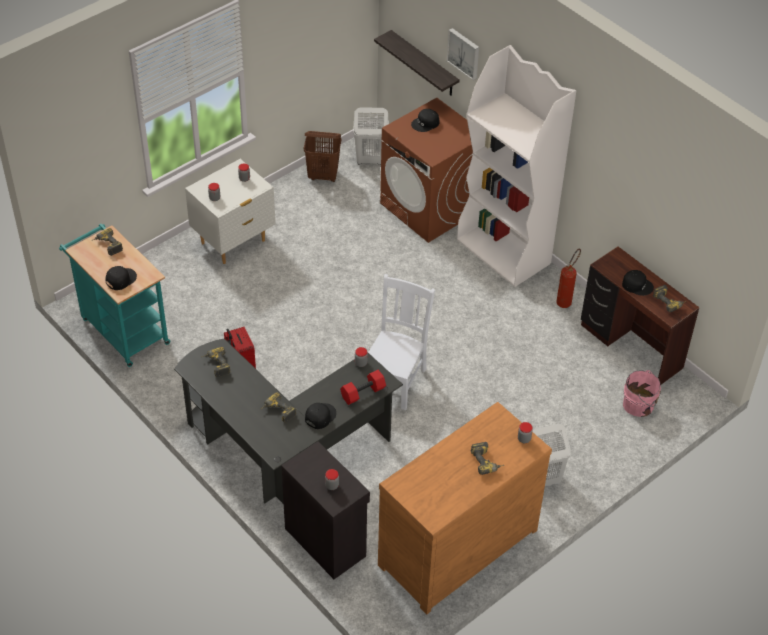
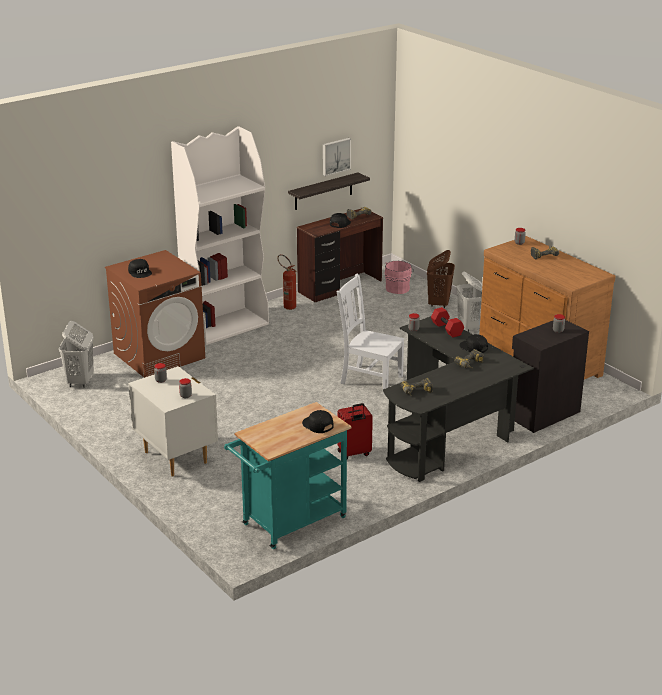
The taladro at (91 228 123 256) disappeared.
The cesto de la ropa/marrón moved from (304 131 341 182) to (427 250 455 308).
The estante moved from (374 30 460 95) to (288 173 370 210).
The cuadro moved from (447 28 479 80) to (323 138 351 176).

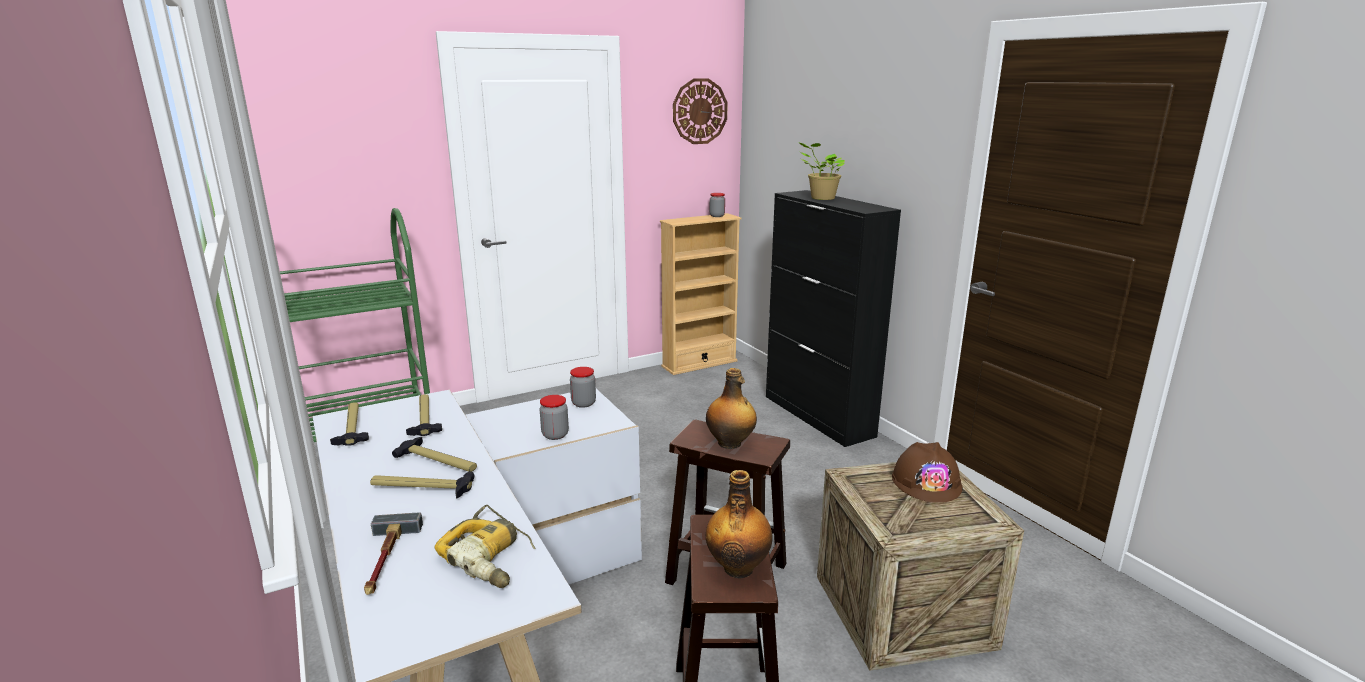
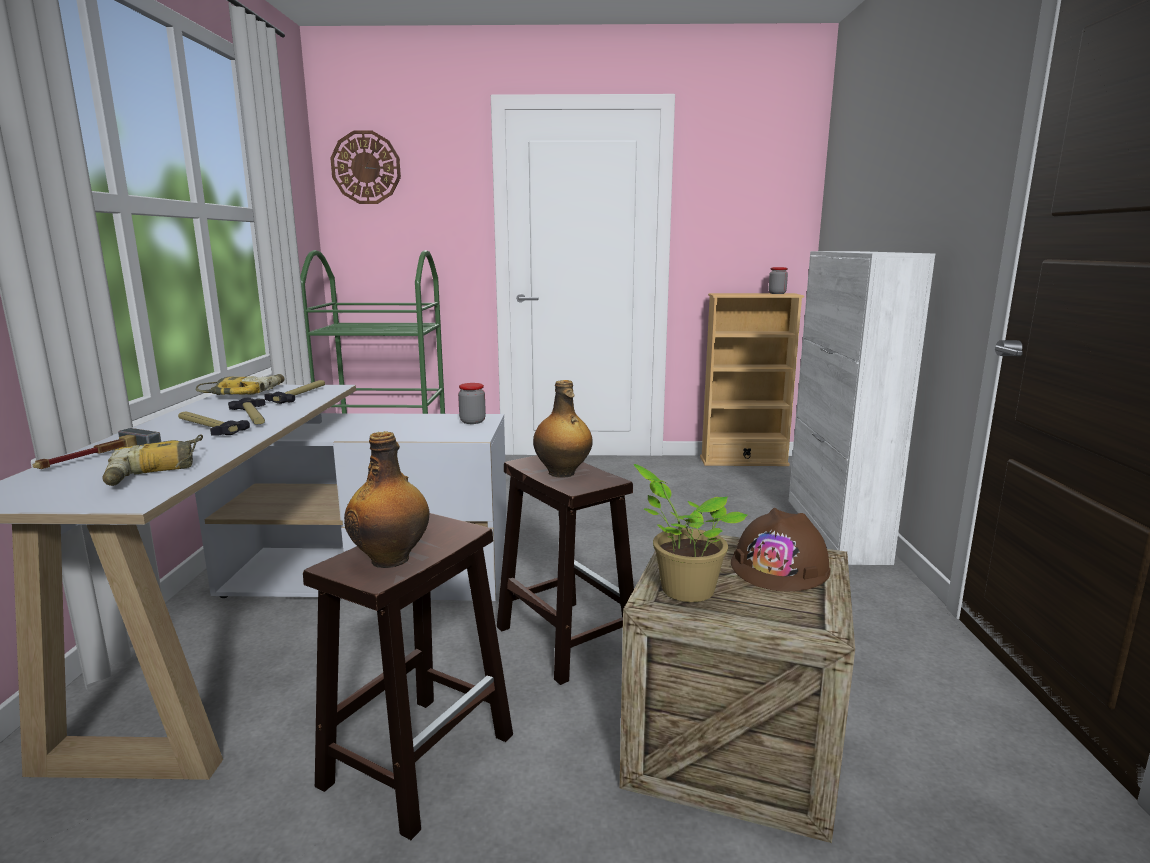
The martillo at (330 402 369 446) was replaced by the taladro at (196 374 285 395).
The tarro at (540 395 569 440) disappeared.
The reloj de pared moved from (673 78 728 144) to (330 130 401 204).
The armario/negro at (766 190 901 447) became the armario/blanco at (789 251 935 565).
The planta en maceta moved from (799 142 845 200) to (634 464 747 602).

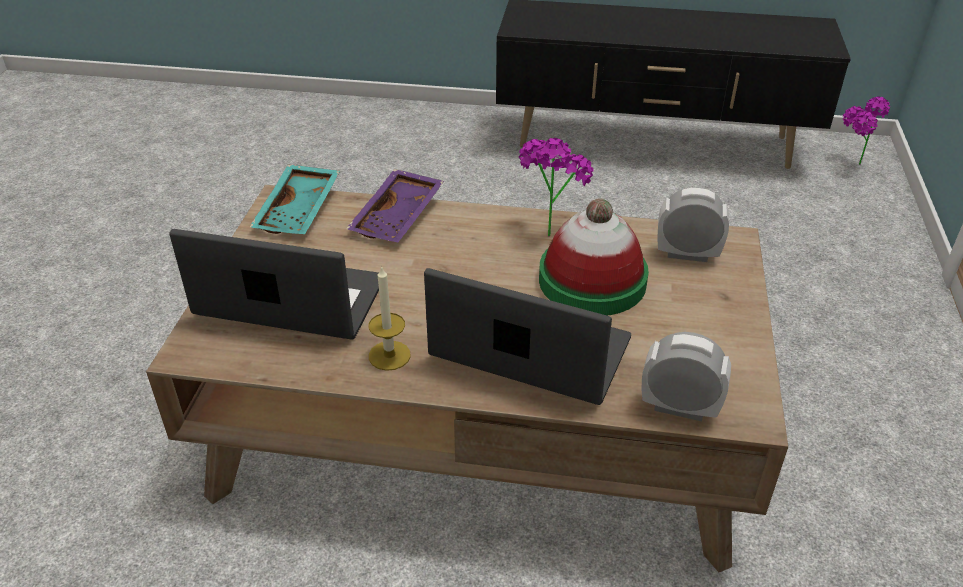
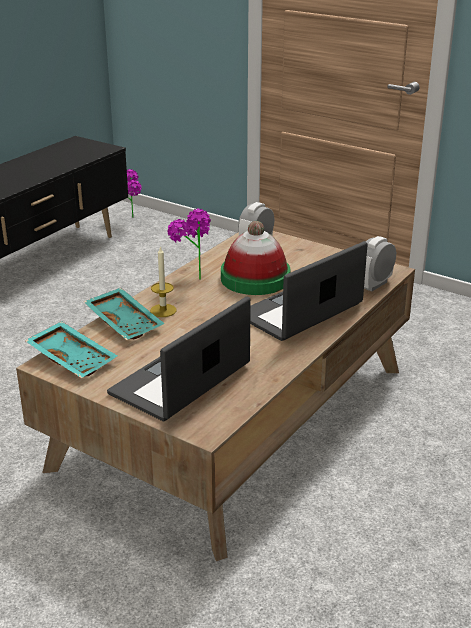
The bandeja/morado at (346 169 444 242) became the bandeja/turquesa at (84 288 165 340).
The vela moved from (369 266 411 371) to (150 246 176 317).

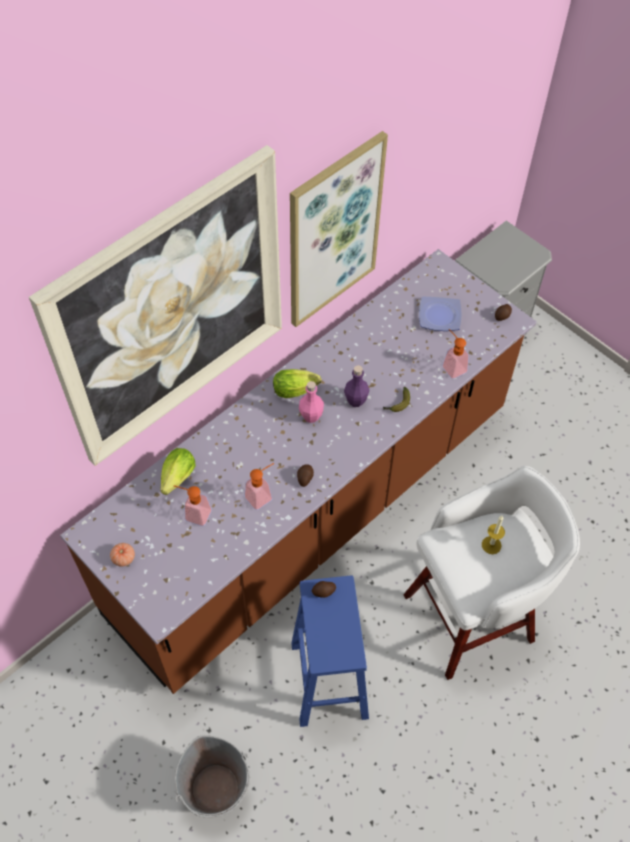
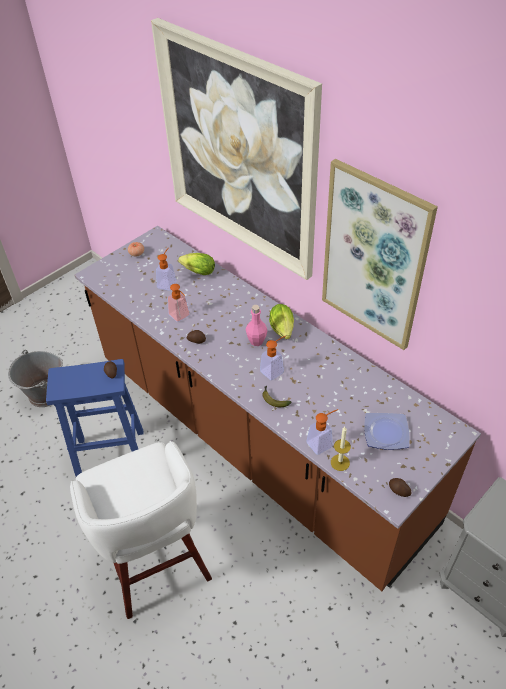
The botella/morado at (344 365 370 407) was replaced by the dispensador de jabón at (260 336 286 380).
The vela moved from (482 516 505 554) to (331 427 351 471).

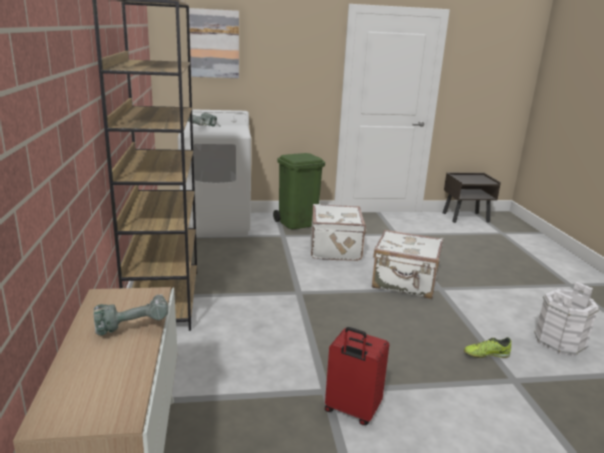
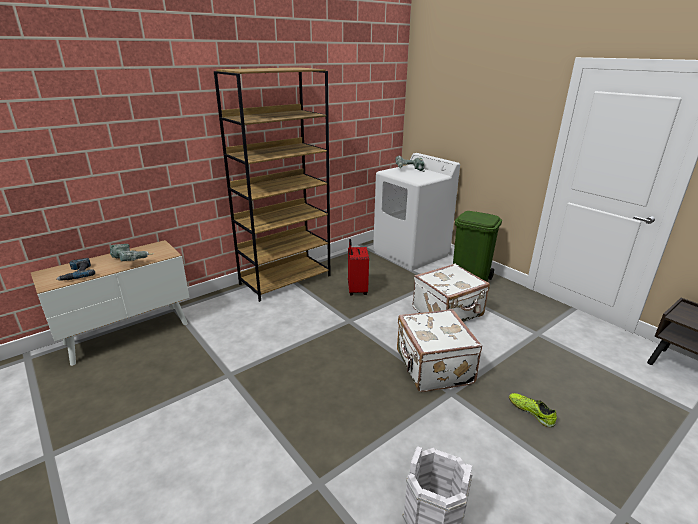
The cuadro at (189 8 239 78) disappeared.
The maleta/rojo moved from (325 327 389 425) to (348 239 369 295).
The zapato moved from (464 337 511 358) to (509 393 557 427).
The taladro at (57 258 95 281) appeared.

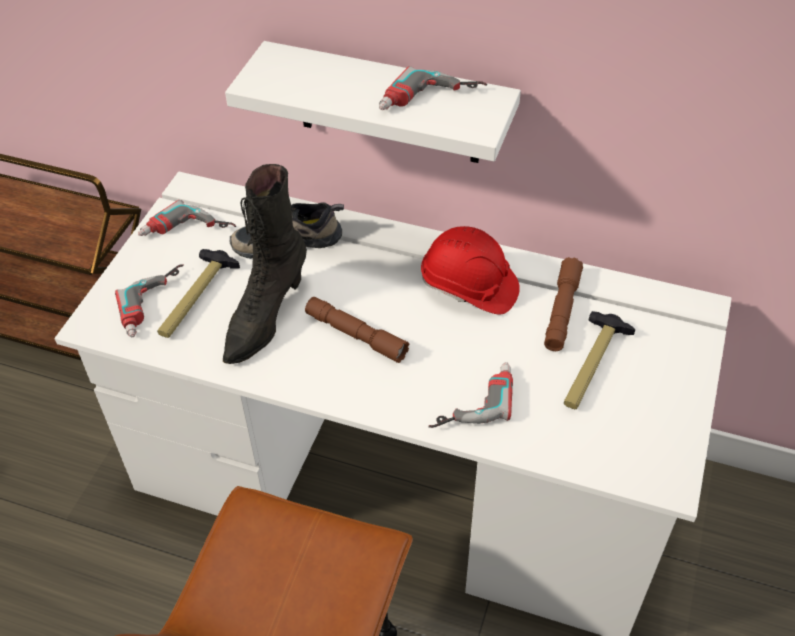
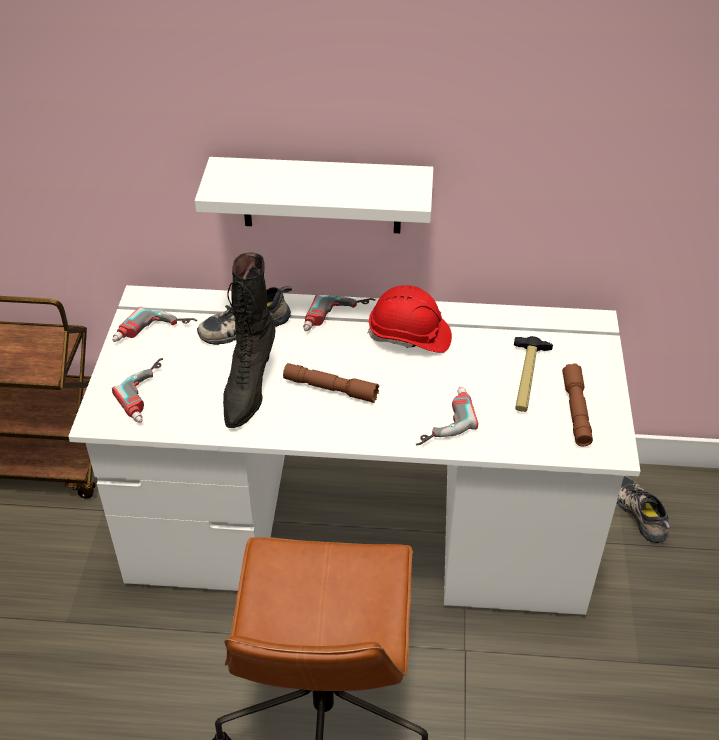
The martillo at (157 249 240 338) disappeared.
The taladro moved from (379 66 487 110) to (303 295 376 331).
The linterna/marrón moved from (544 257 583 351) to (562 363 593 446).
The zapato at (616 476 671 543) appeared.

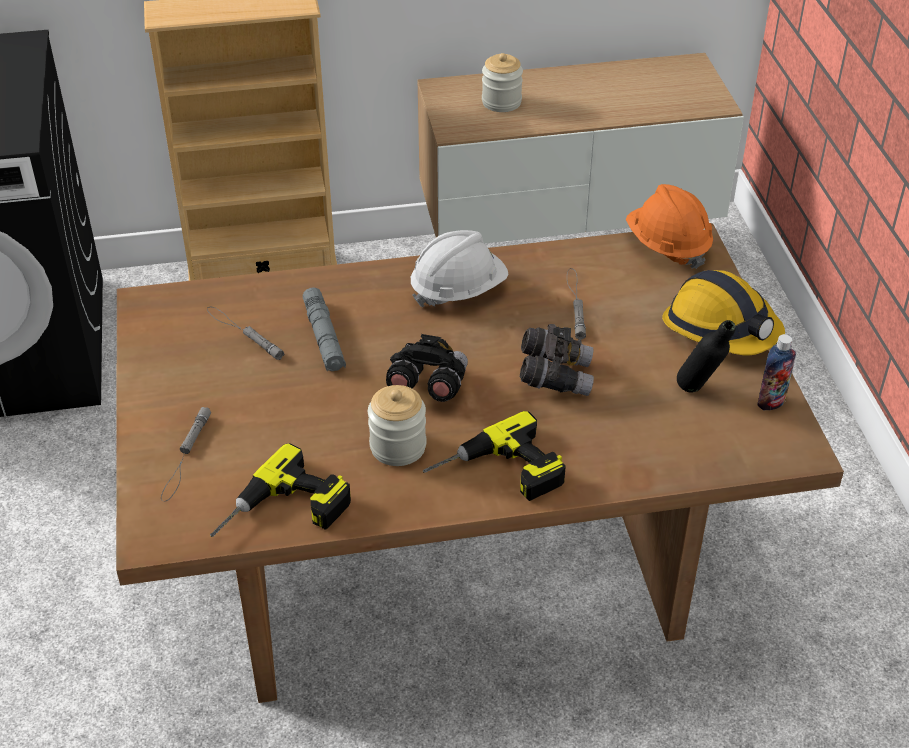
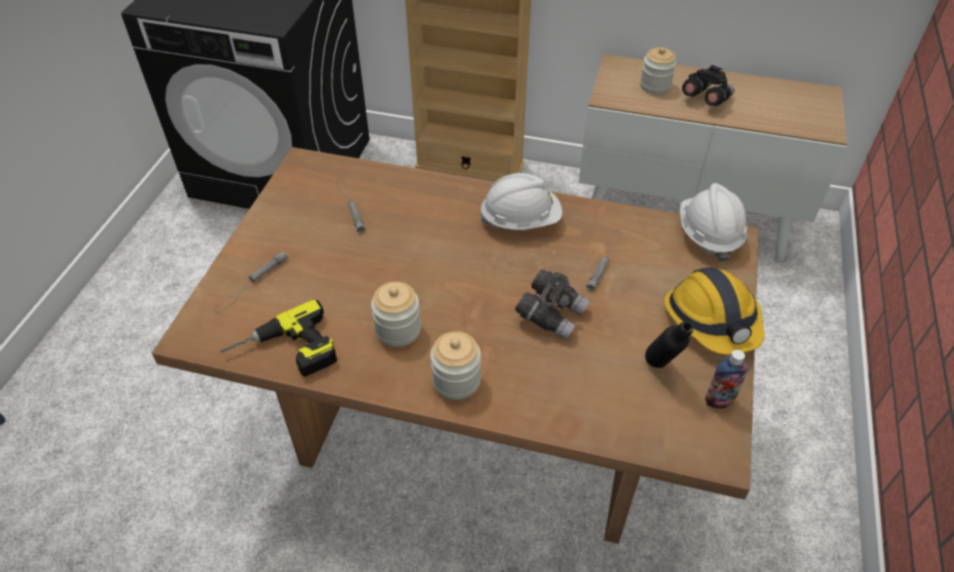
The linterna/gris at (303 287 346 371) disappeared.
The prismáticos/negro moved from (386 334 468 402) to (682 65 734 106).
The taladro at (423 411 566 501) was replaced by the tarro at (430 331 481 400).
The casco/naranja at (626 184 713 269) became the casco/blanco at (680 183 747 262).

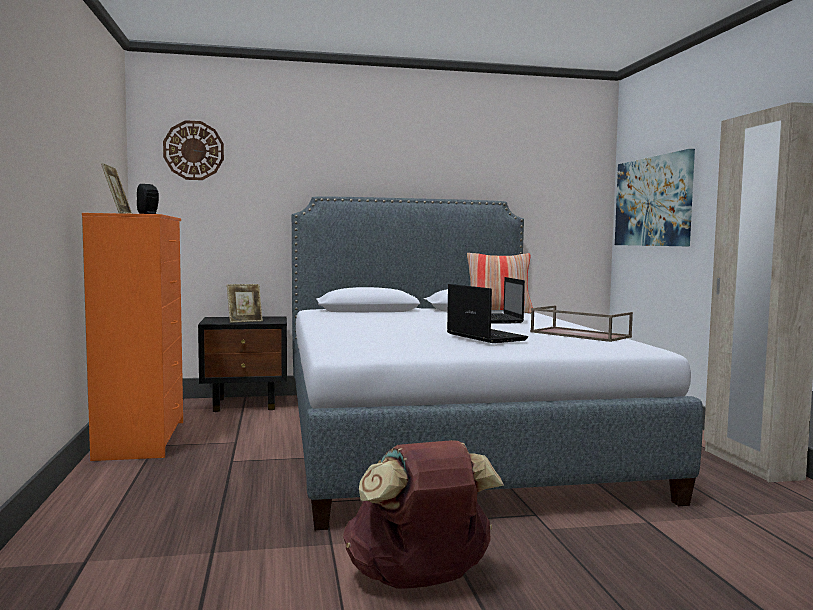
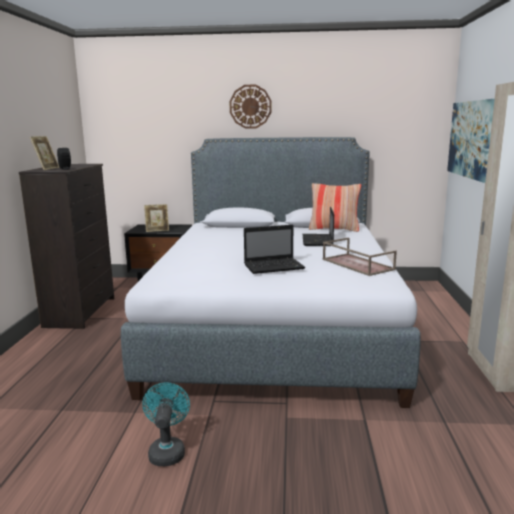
The cómoda/naranja at (82 213 183 461) became the cómoda/negro at (19 164 114 329).
The reloj de pared moved from (163 120 224 180) to (229 85 271 129).
The mochila/marrón at (343 440 504 589) was replaced by the ventilador/turquesa at (142 382 190 466).
The portátil at (447 284 528 343) turned 90 degrees clockwise.

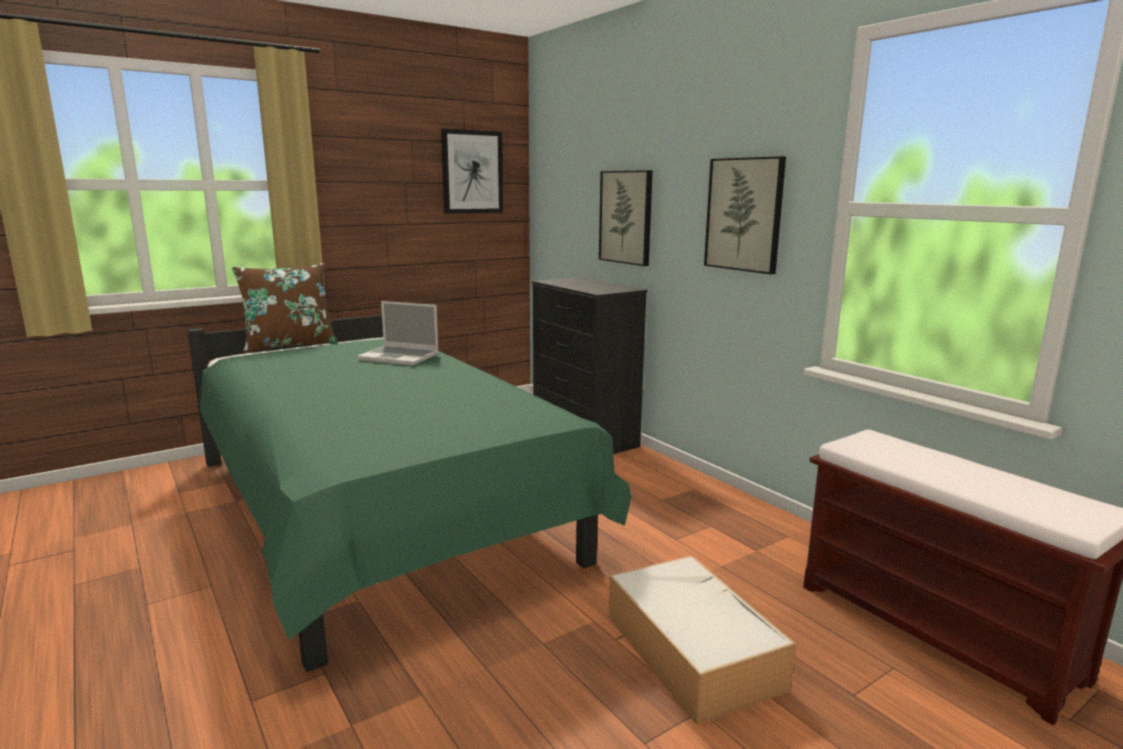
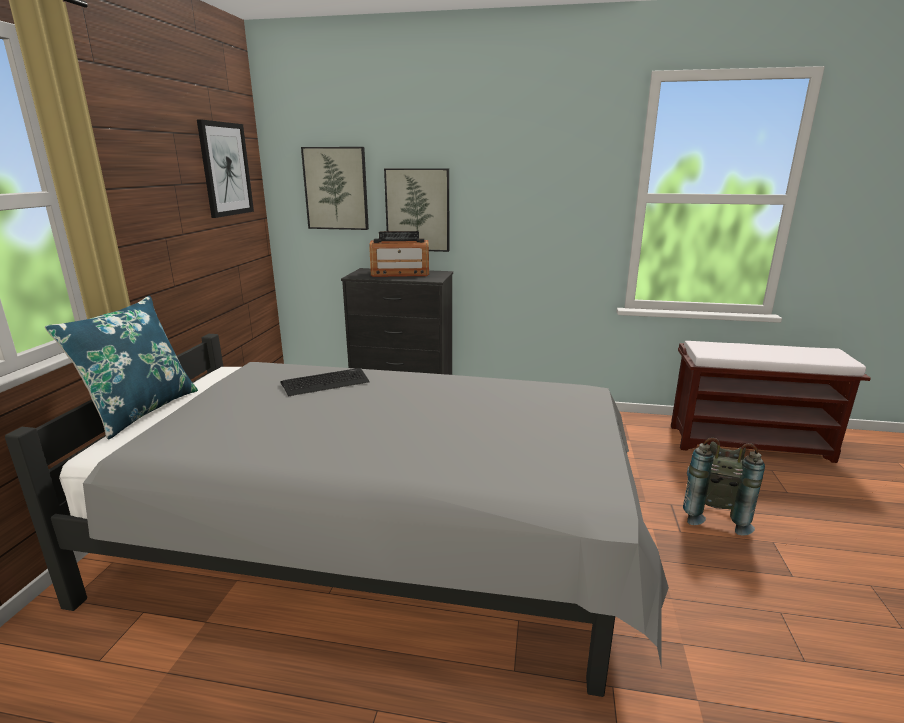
The cama/verde at (187 315 632 672) became the cama/gris at (5 334 669 697).
The cojín/marrón at (232 263 338 353) became the cojín/azul at (45 296 198 440).
The portátil at (357 301 439 366) was replaced by the teclado at (280 368 370 396).
The caja de almacenaje at (608 556 796 725) was replaced by the mochila/gris at (683 437 765 536).
The cuadro moved from (704 156 786 274) to (301 147 369 230).
The radio at (369 231 429 277) appeared.

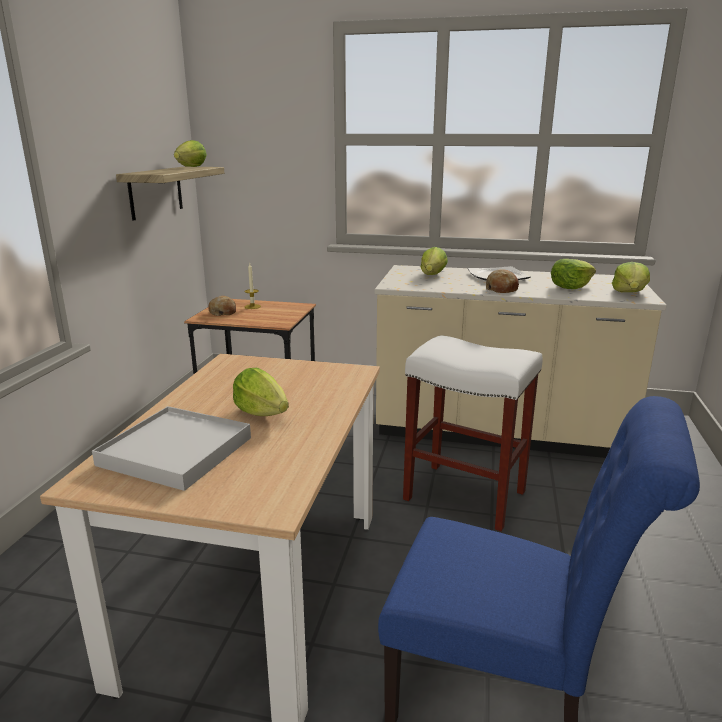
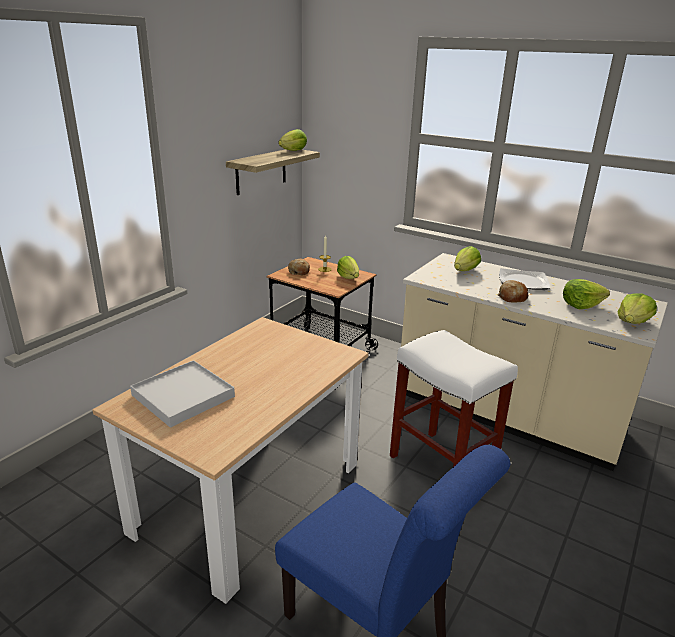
The lechuga moved from (233 368 289 416) to (337 256 359 279).

